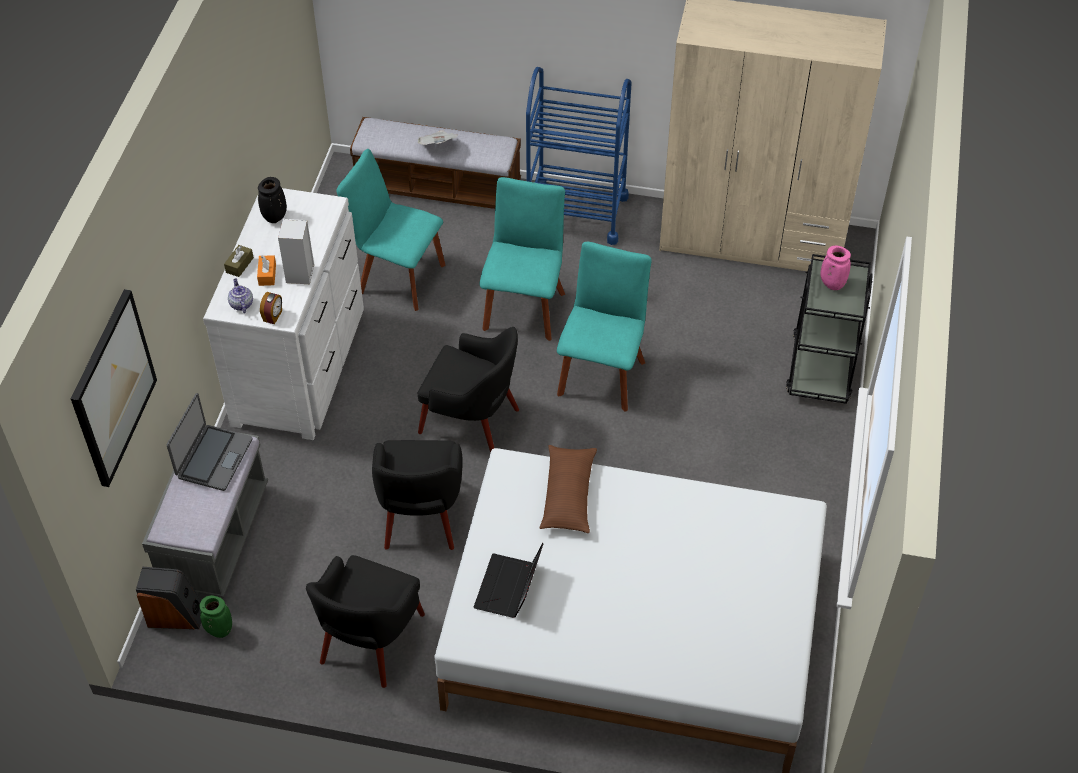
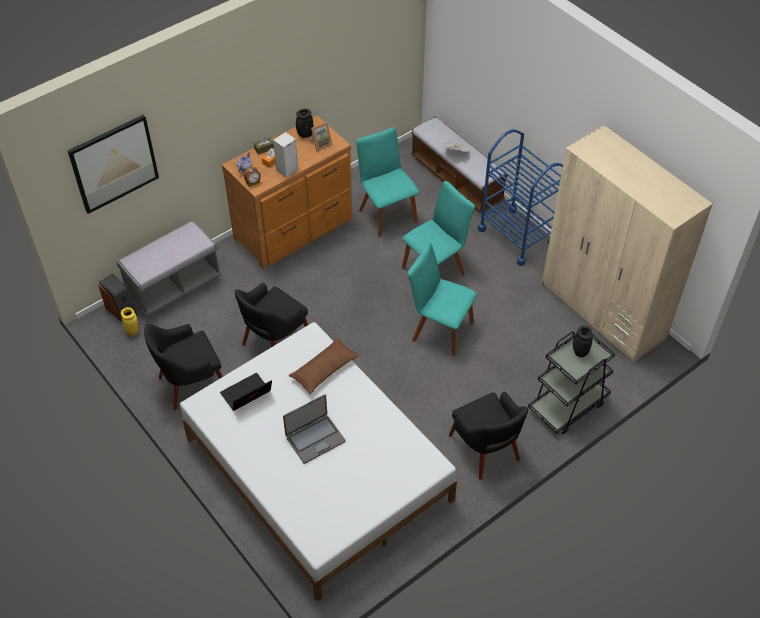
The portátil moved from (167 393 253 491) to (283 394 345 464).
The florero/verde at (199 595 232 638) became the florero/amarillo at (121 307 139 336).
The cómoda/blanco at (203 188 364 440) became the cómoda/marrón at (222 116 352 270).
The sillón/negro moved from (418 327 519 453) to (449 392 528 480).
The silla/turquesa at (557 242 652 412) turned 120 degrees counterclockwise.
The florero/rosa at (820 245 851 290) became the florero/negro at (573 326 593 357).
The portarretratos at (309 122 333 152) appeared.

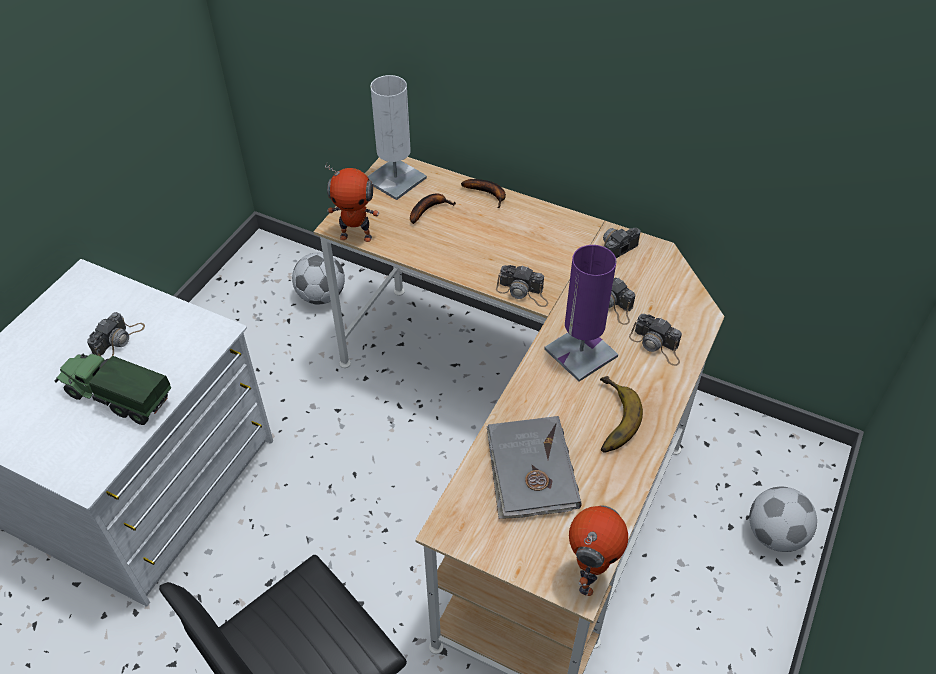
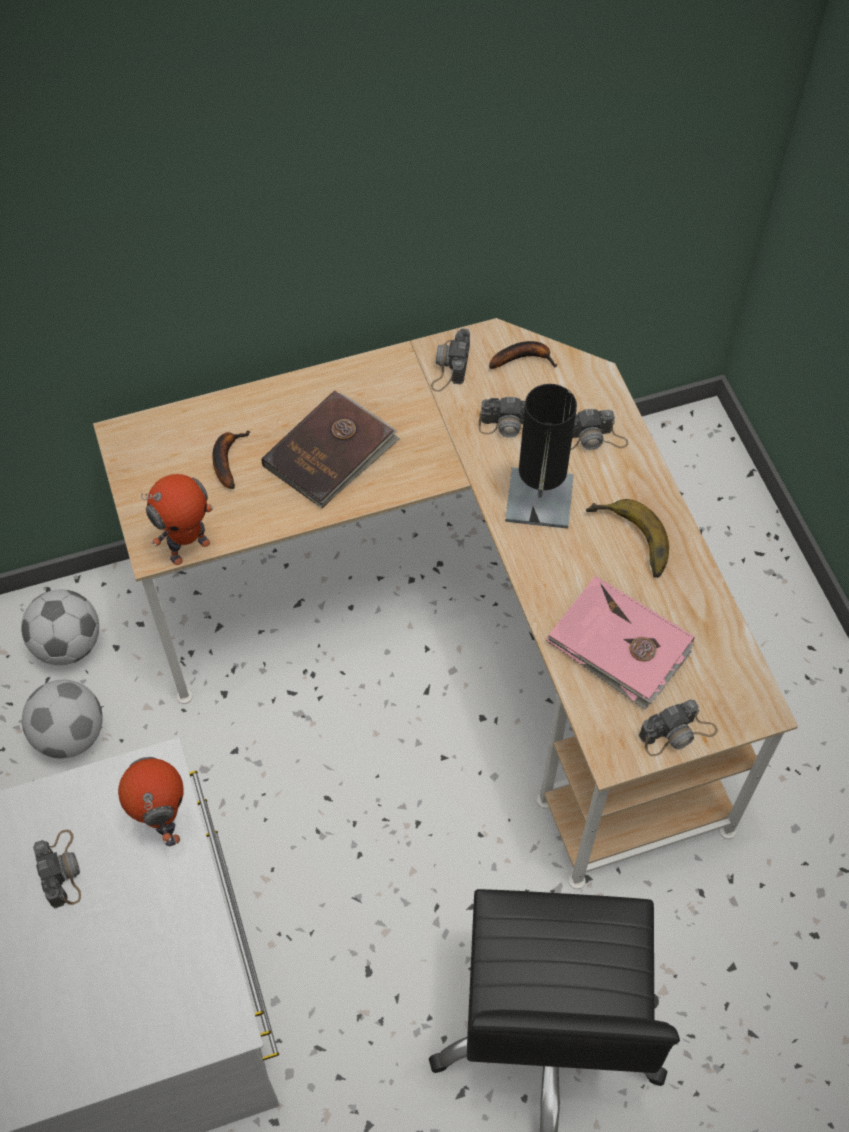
The camión de juguete at (54 349 171 425) disappeared.
The lámpara de mesa/blanco at (367 75 427 200) disappeared.
The plátano moved from (461 179 506 208) to (489 341 557 369).
The libro/gris at (486 416 582 519) became the libro/rosa at (546 576 695 710).
The cámara moved from (496 265 548 307) to (639 700 718 756).
The lámpara de mesa/morado at (544 245 618 382) became the lámpara de mesa/negro at (505 384 577 529).
The robot de juguete moved from (569 505 628 596) to (118 757 184 846).
The balón de fútbol moved from (749 487 817 552) to (22 680 103 758).
The libro/marrón at (262 390 400 508) appeared.

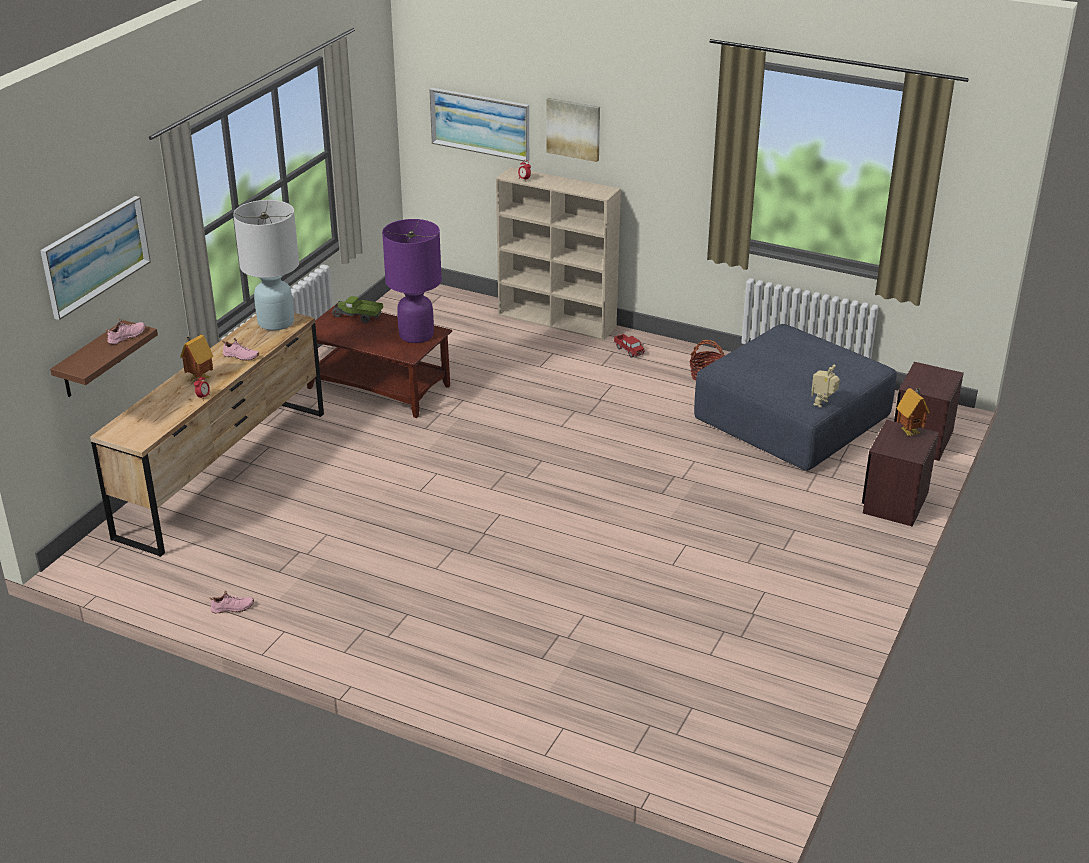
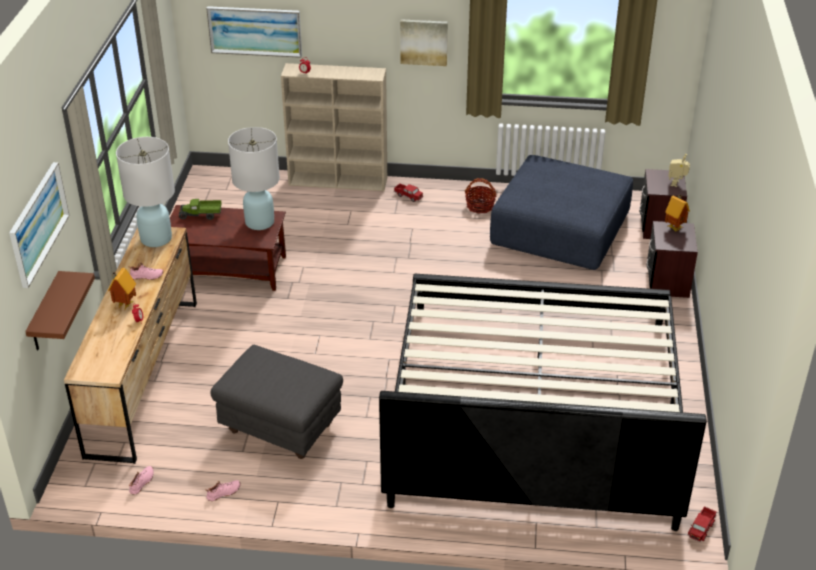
The zapato/rosa moved from (106 319 145 345) to (129 466 154 495).
The lámpara de mesa/morado at (382 219 442 343) became the lámpara de mesa/blanco at (228 127 280 230).
The cuadro moved from (546 98 600 162) to (400 19 448 66).
The robot de juguete moved from (811 365 840 408) to (668 154 690 187).
The puf/gris at (210 345 343 459) appeared.
The cama at (379 274 707 531) appeared.
The camión de juguete at (688 506 717 542) appeared.

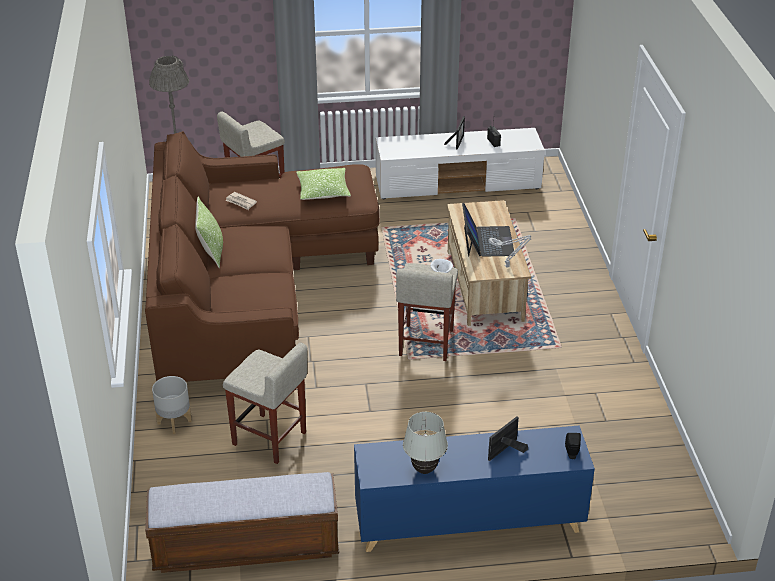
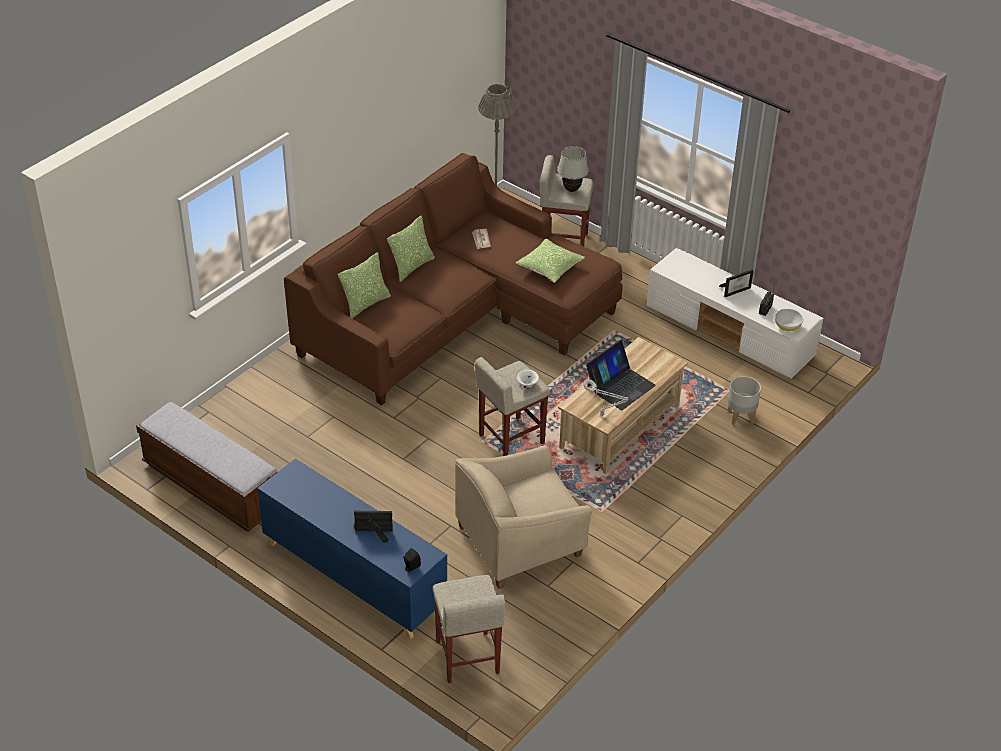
The maceta/gris moved from (152 376 192 434) to (728 376 761 425).
The taburete/beis moved from (223 342 308 464) to (433 575 505 683).
The lámpara de mesa/blanco moved from (403 412 448 474) to (557 146 589 192).
The cojín at (338 252 391 318) appeared.
The sillón/beis at (455 445 592 589) appeared.
The cuenco/blanco at (775 308 803 332) appeared.

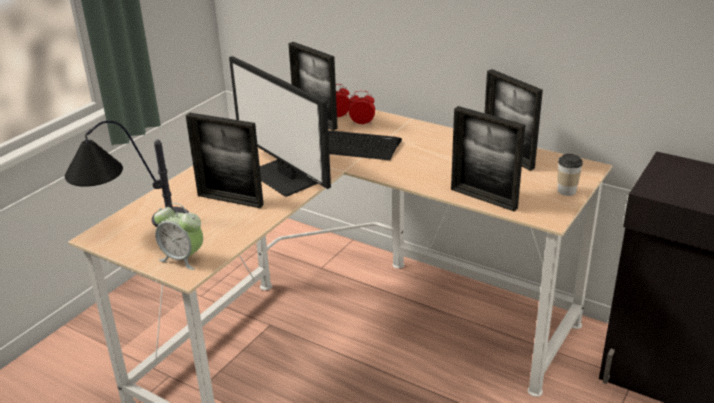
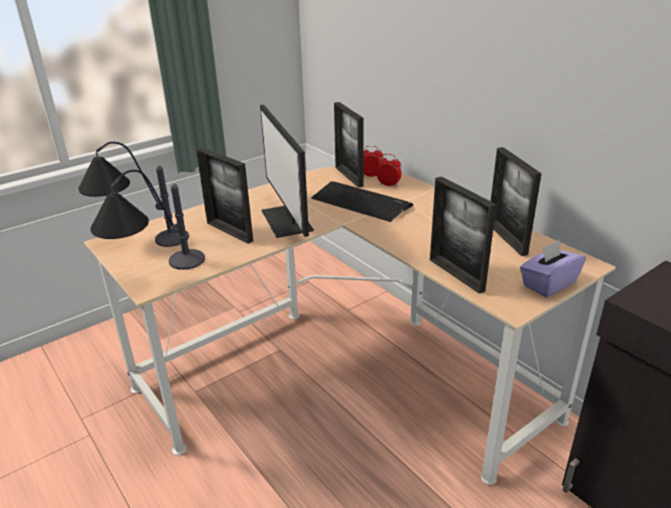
The despertador at (154 203 203 270) was replaced by the lámpara de mesa at (90 170 205 270).
The taza at (557 154 583 196) was replaced by the caja de pañuelos/morado at (520 240 586 297).

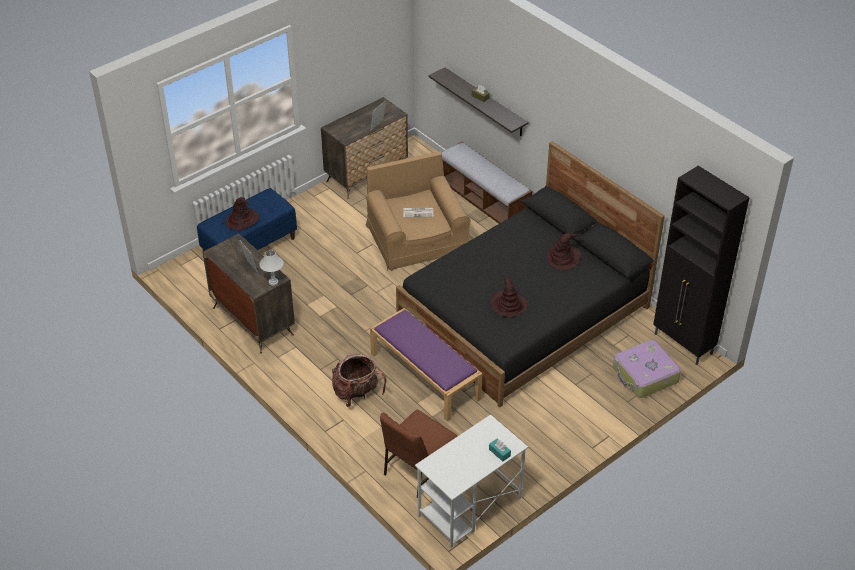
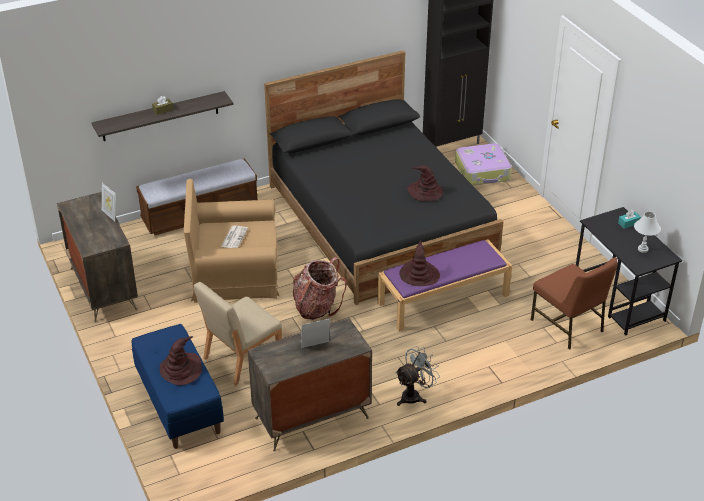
The lámpara de mesa/blanco moved from (259 250 284 286) to (634 212 661 253).
The mochila moved from (332 353 386 407) to (293 257 347 320).
The escritorio/blanco at (415 414 528 548) became the escritorio/negro at (576 207 682 335).
The sombrero/marrón moved from (546 233 581 270) to (399 240 440 286).
The silla/beis at (194 282 282 386) appeared.
The ventilador/gris at (396 346 440 406) appeared.

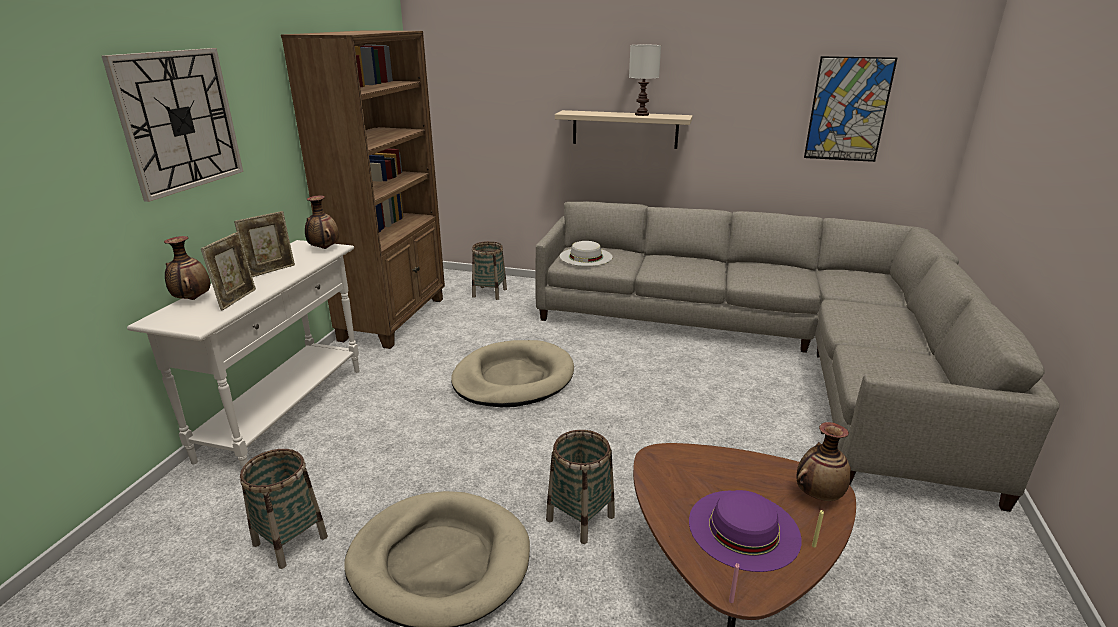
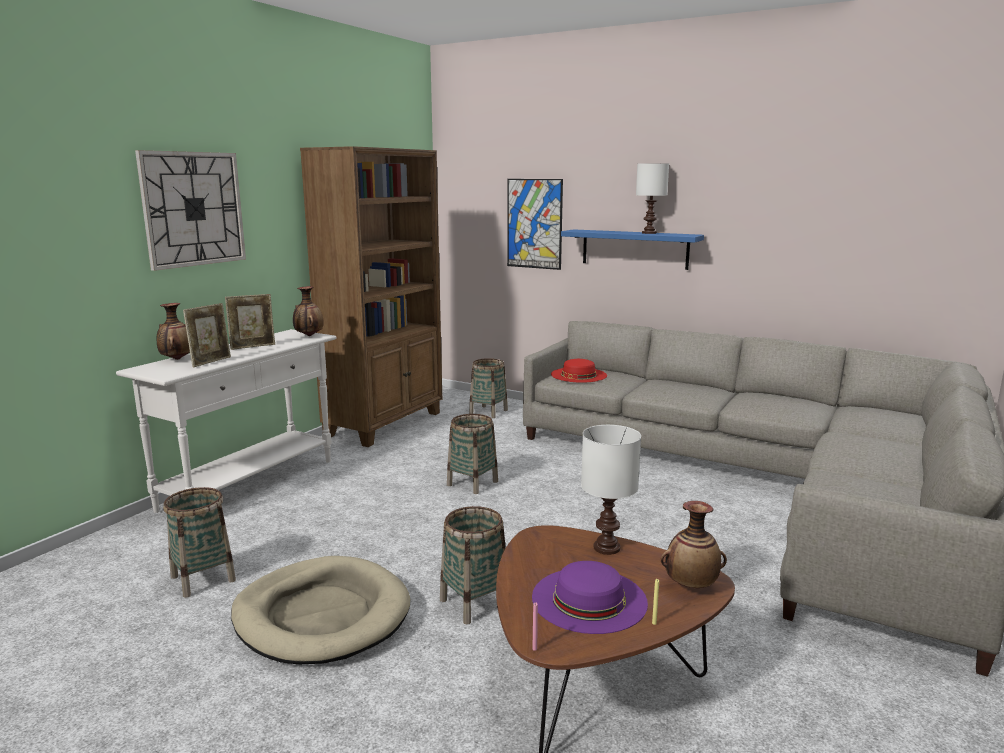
The cama para perro/beis at (451 340 574 407) was replaced by the cesta at (447 414 498 494).
The estante/beis at (555 110 693 149) became the estante/azul at (561 229 704 270).
The sombrero/blanco at (560 241 613 266) became the sombrero/rojo at (551 359 607 383).
The cuadro moved from (804 56 897 162) to (507 179 563 270).
The lámpara de mesa/blanco at (581 425 641 555) appeared.

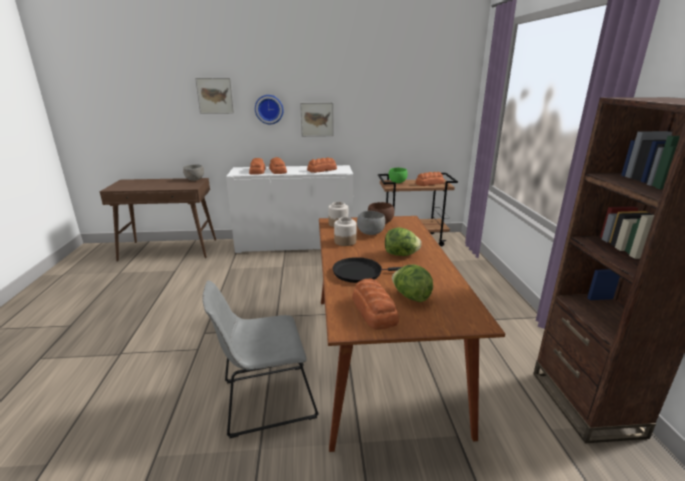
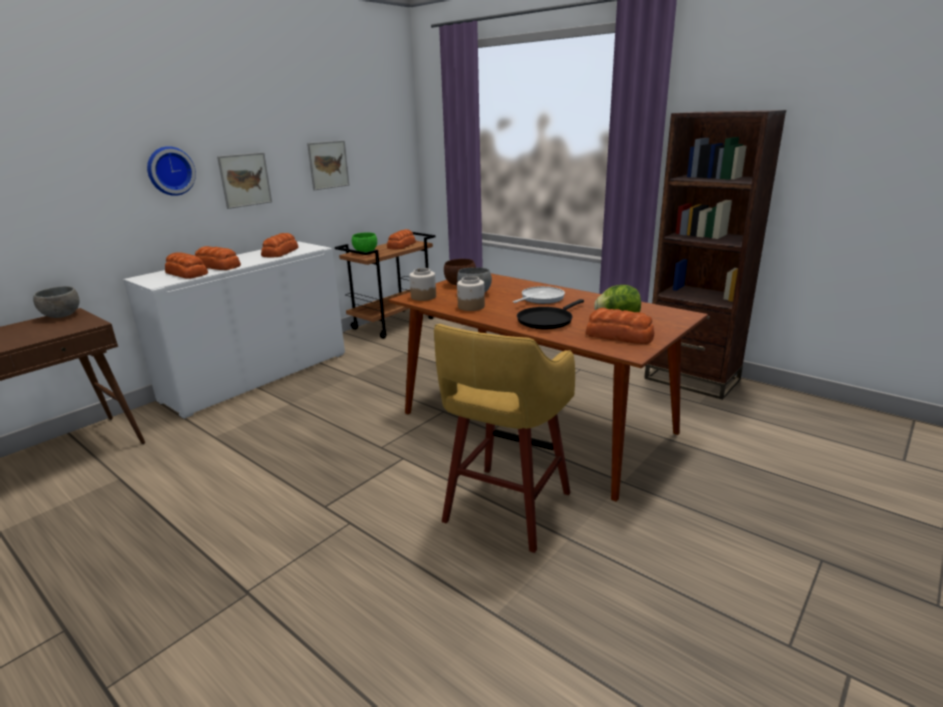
The cuadro moved from (195 78 234 114) to (307 140 349 191).
The silla/gris at (202 280 319 438) was replaced by the taburete/amarillo at (434 324 575 553).
The lechuga at (385 228 421 256) was replaced by the sartén at (513 286 565 304).

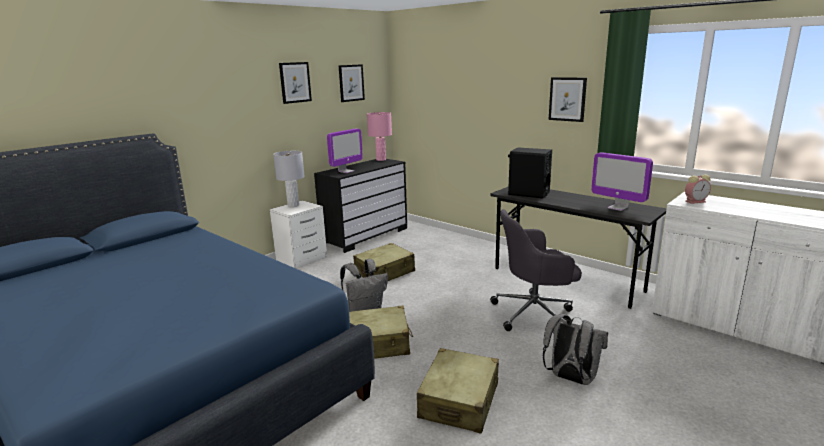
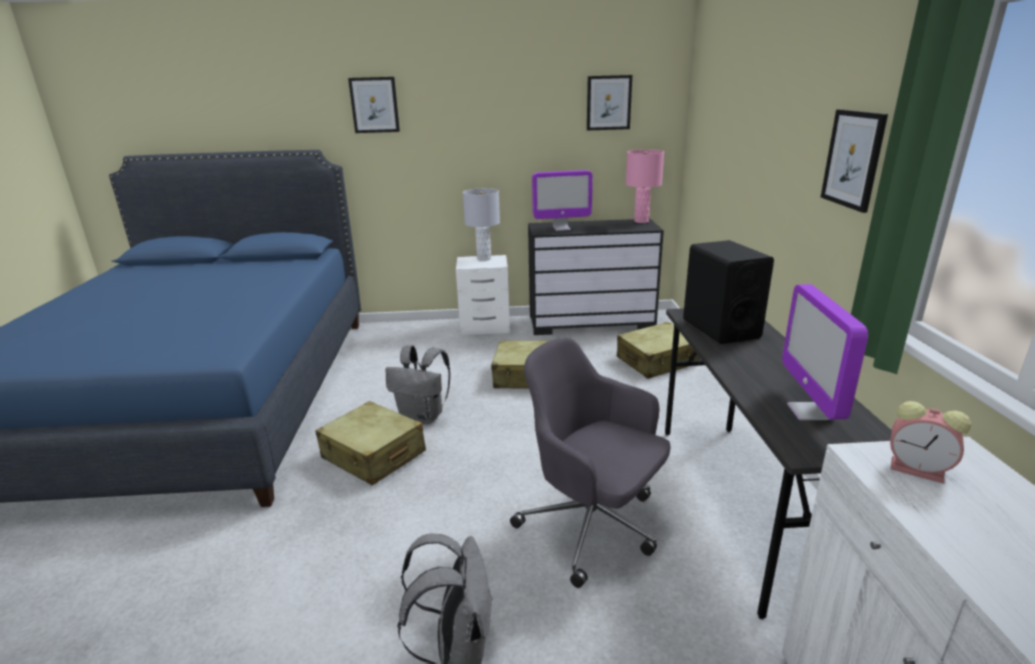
The cuadro moved from (279 62 312 104) to (348 77 400 133).
The maleta/beis moved from (417 348 499 434) to (617 322 700 379).

